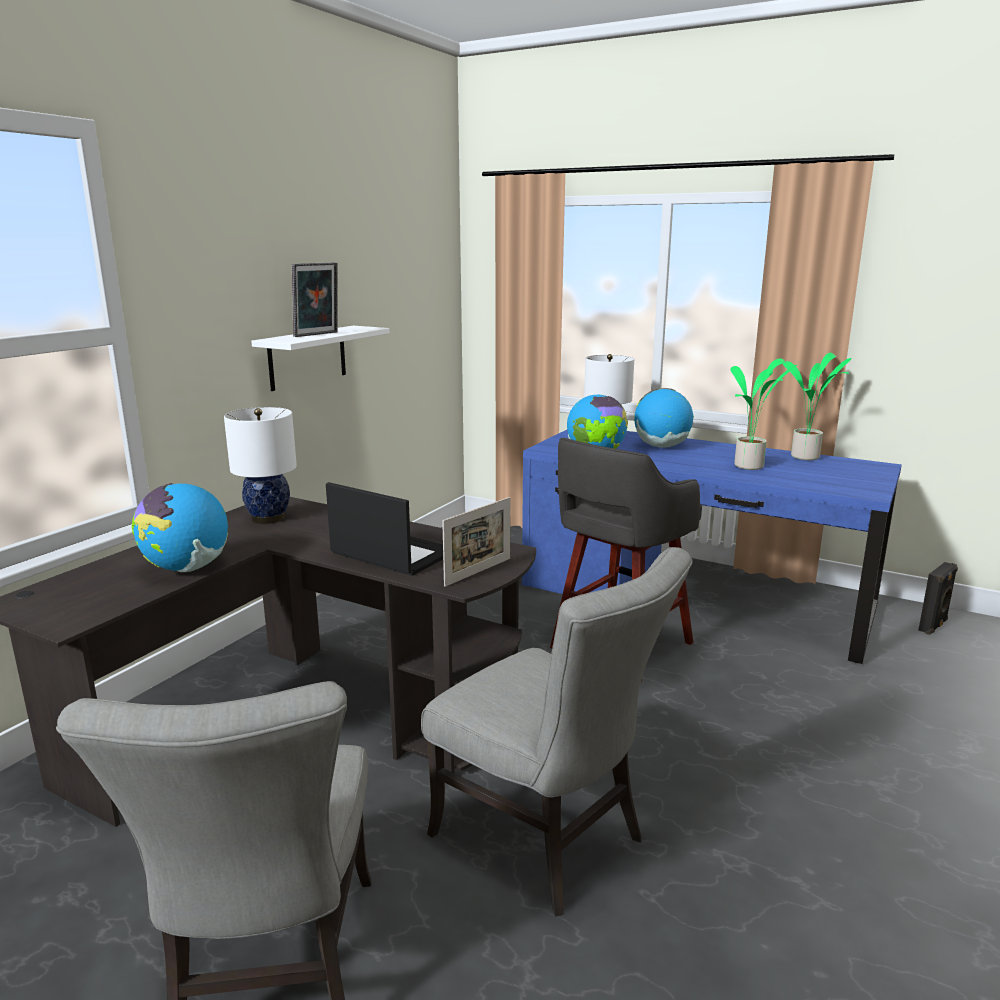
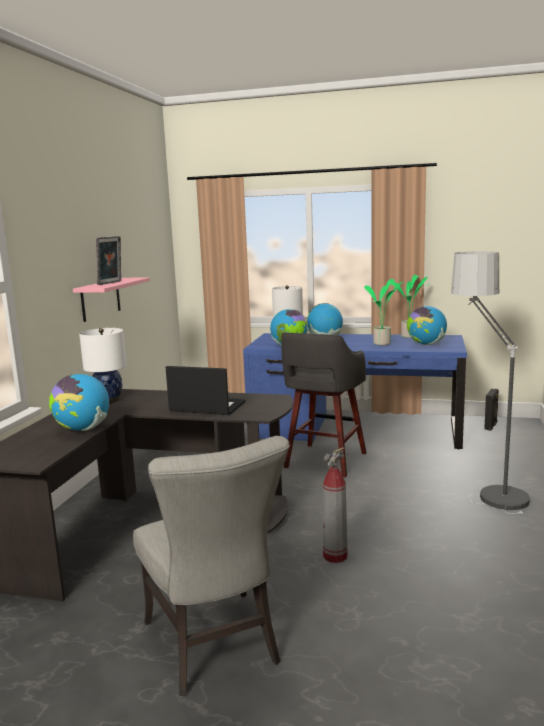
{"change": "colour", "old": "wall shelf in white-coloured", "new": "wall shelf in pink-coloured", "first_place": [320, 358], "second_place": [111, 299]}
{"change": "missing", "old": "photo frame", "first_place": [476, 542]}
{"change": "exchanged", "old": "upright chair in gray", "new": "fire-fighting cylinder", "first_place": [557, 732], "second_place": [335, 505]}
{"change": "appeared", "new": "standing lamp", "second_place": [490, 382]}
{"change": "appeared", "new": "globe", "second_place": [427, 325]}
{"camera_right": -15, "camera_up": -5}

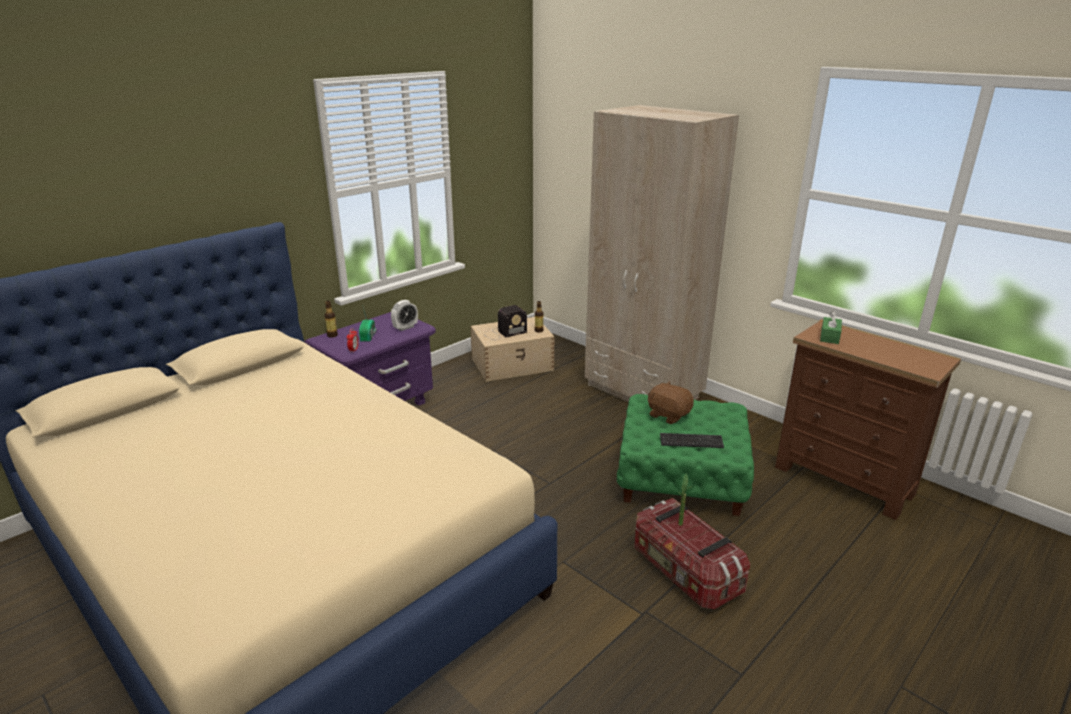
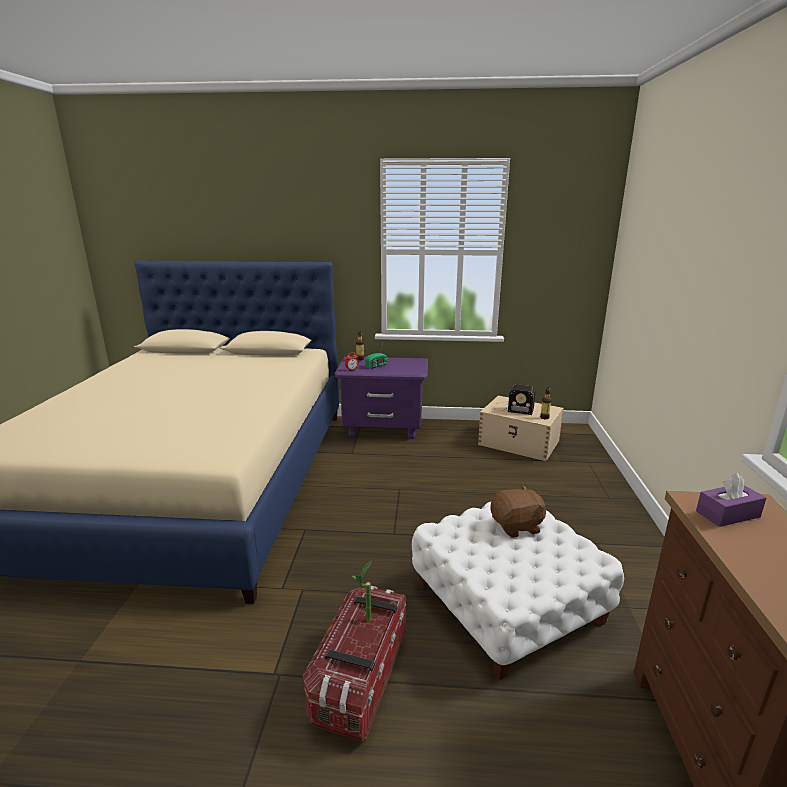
{"change": "missing", "old": "armoire in beige-coloured", "first_place": [662, 253]}
{"change": "missing", "old": "bedside clock", "first_place": [404, 315]}
{"change": "colour", "old": "box of tissues in green-coloured", "new": "box of tissues in purple-coloured", "first_place": [831, 327], "second_place": [731, 500]}
{"change": "spun", "old": "plush toy in brown", "first_place": [671, 402], "second_place": [518, 511], "degrees": 75}
{"change": "colour", "old": "footrest in green-coloured", "new": "footrest in white-coloured", "first_place": [685, 455], "second_place": [518, 591]}
{"change": "missing", "old": "PC keyboard", "first_place": [692, 440]}
{"camera_right": 50, "camera_up": -5}

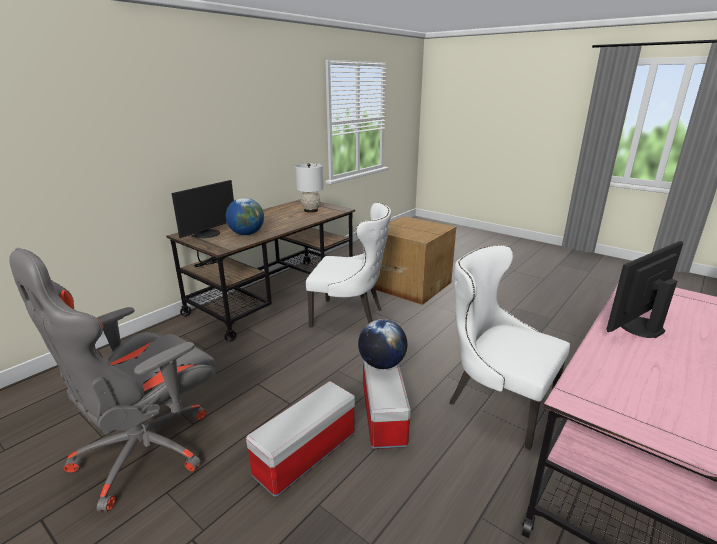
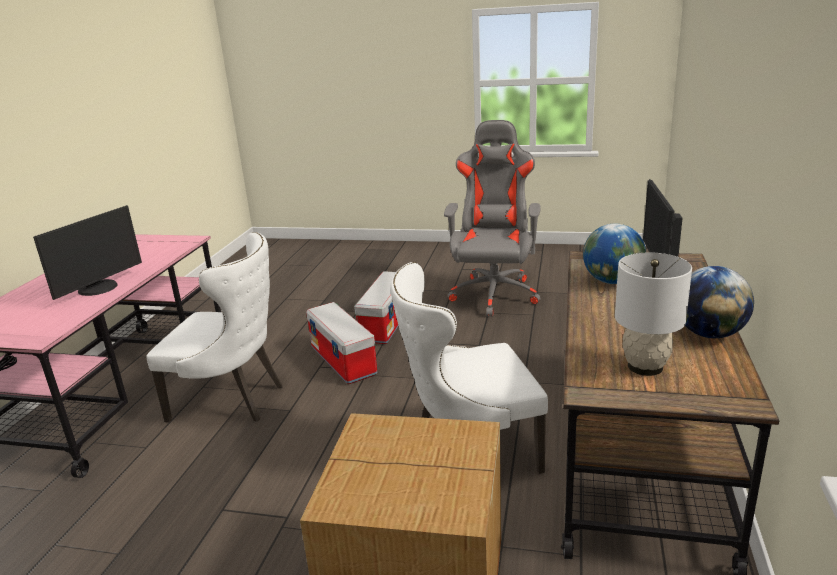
{"change": "relocated", "old": "globe", "first_place": [382, 344], "second_place": [719, 302]}
{"camera_right": 155, "camera_up": 0}

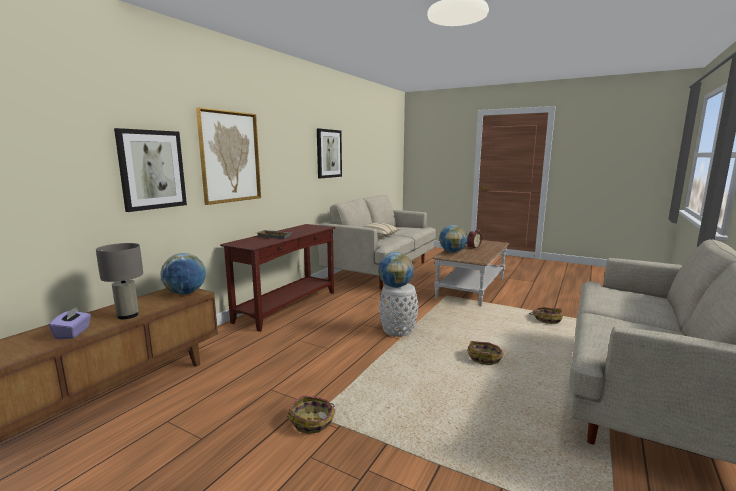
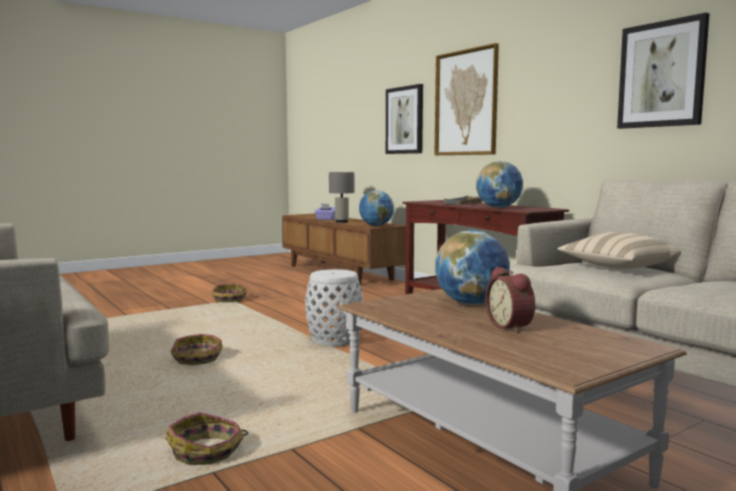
{"change": "relocated", "old": "globe", "first_place": [396, 270], "second_place": [499, 184]}
{"camera_right": 115, "camera_up": -5}

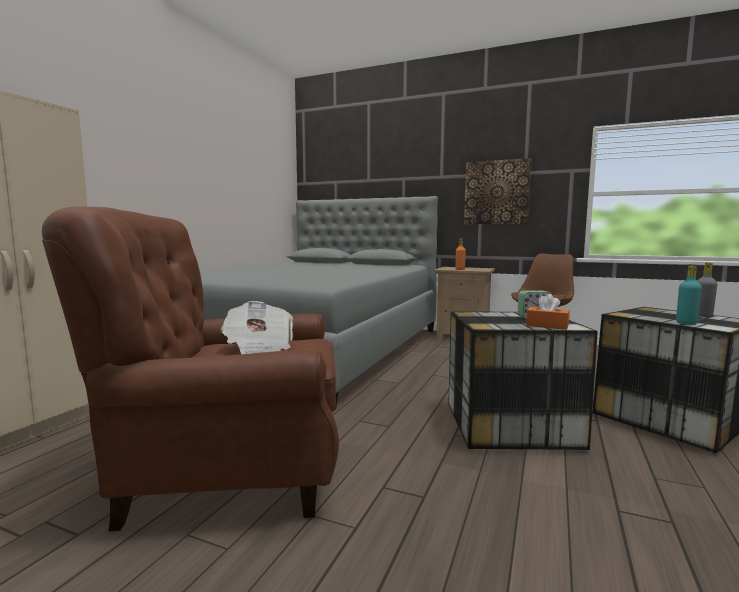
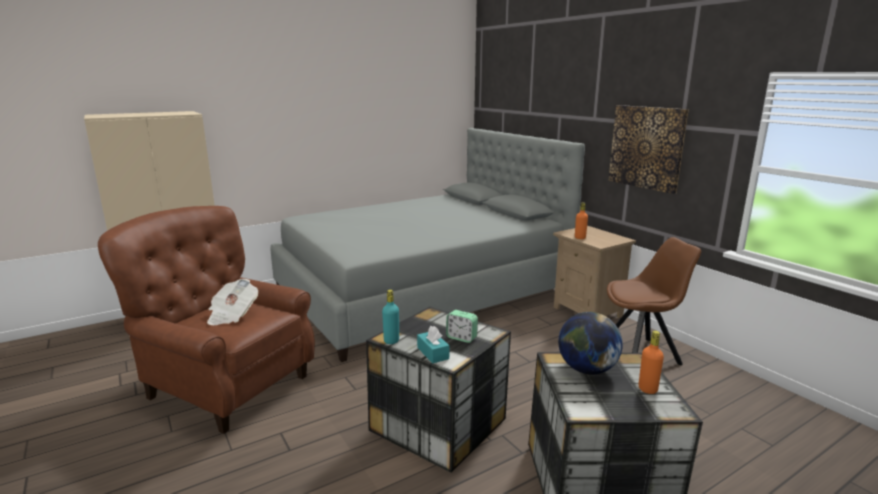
{"change": "colour", "old": "drink bottle in gray", "new": "drink bottle in orange-coloured", "first_place": [707, 290], "second_place": [651, 362]}
{"change": "relocated", "old": "drink bottle in turquoise-coloured", "first_place": [689, 294], "second_place": [390, 317]}
{"change": "colour", "old": "box of tissues in orange-coloured", "new": "box of tissues in turquoise-coloured", "first_place": [547, 312], "second_place": [433, 344]}
{"change": "appeared", "new": "globe", "second_place": [590, 343]}
{"camera_right": 35, "camera_up": 10}

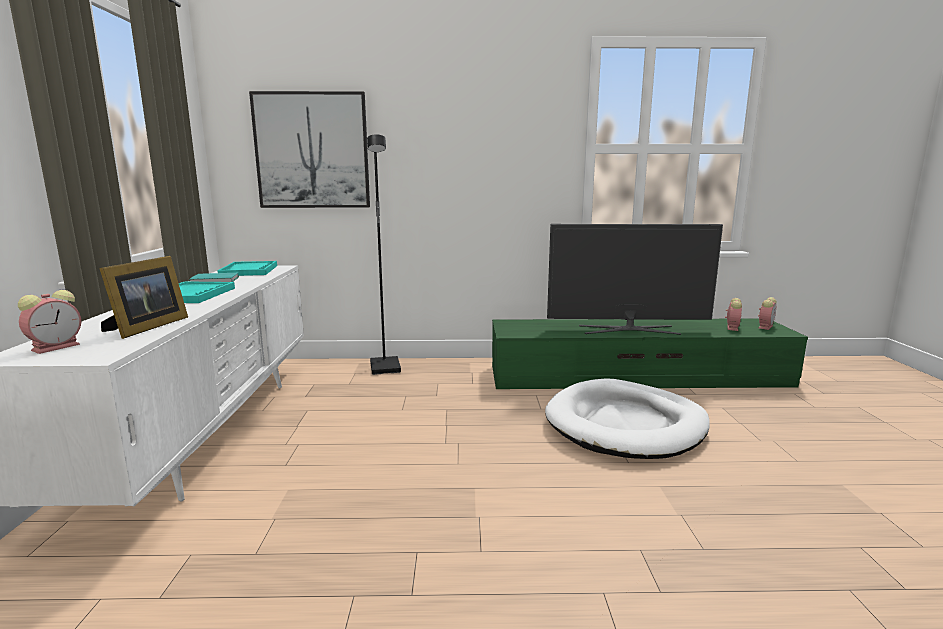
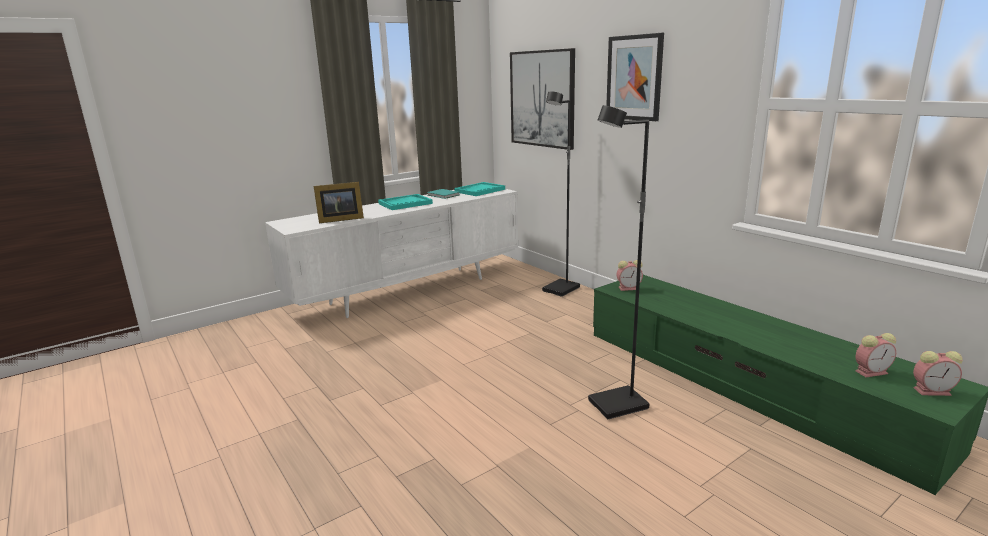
{"change": "missing", "old": "TV", "first_place": [635, 279]}
{"change": "relocated", "old": "bedside clock", "first_place": [49, 322], "second_place": [630, 275]}
{"change": "exchanged", "old": "pet bed in white-coloured", "new": "standing lamp in black", "first_place": [627, 418], "second_place": [619, 262]}
{"change": "appeared", "new": "wall art", "second_place": [635, 77]}
{"camera_right": 55, "camera_up": 5}

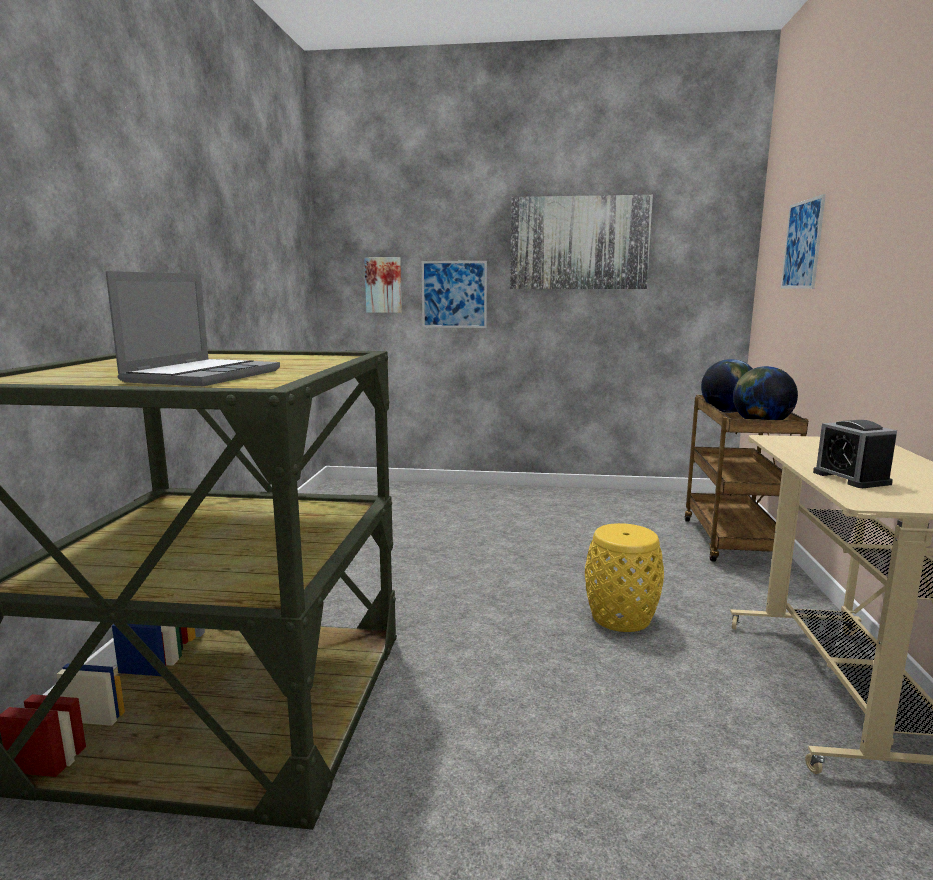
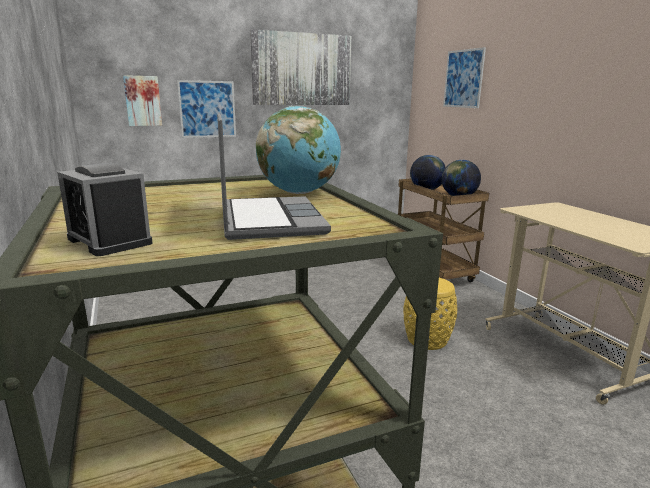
{"change": "relocated", "old": "bedside clock", "first_place": [855, 454], "second_place": [104, 209]}
{"change": "appeared", "new": "globe", "second_place": [298, 150]}
{"camera_right": -30, "camera_up": 5}

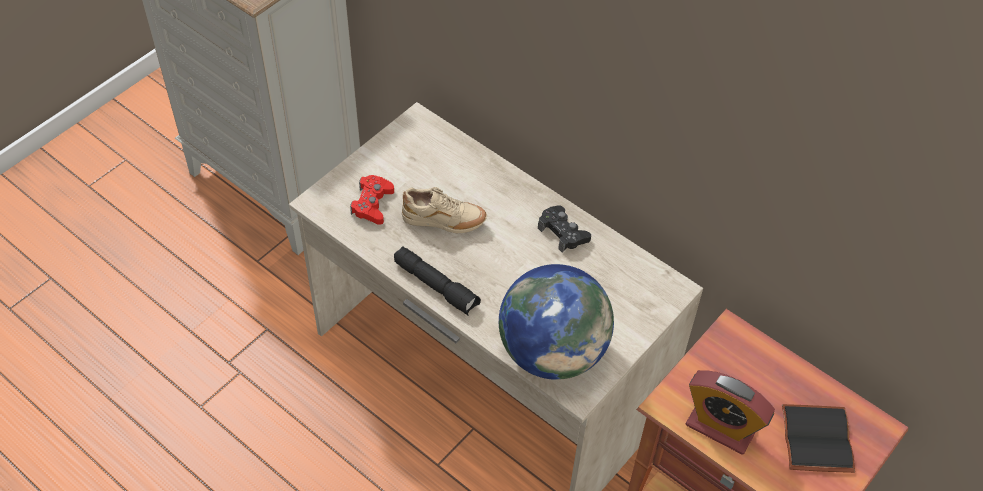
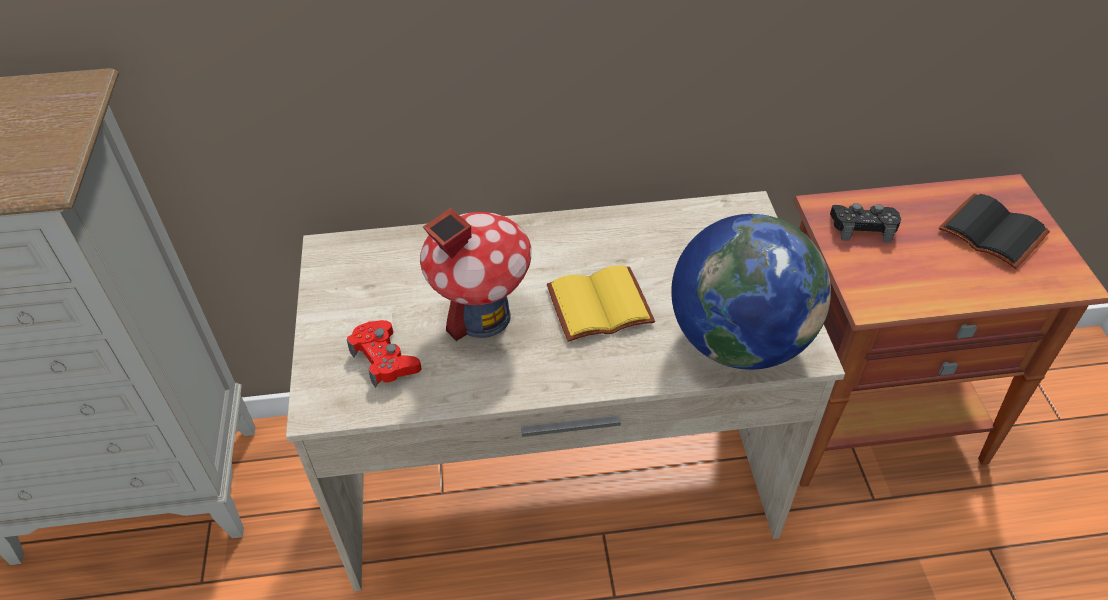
{"change": "exchanged", "old": "item of footwear in beige-coloured", "new": "miniature house", "first_place": [444, 210], "second_place": [475, 274]}
{"change": "relocated", "old": "game controller in black", "first_place": [564, 229], "second_place": [865, 222]}
{"change": "missing", "old": "flashlight in black", "first_place": [437, 280]}
{"change": "missing", "old": "bedside clock", "first_place": [730, 412]}
{"change": "appeared", "new": "volume in yellowish", "second_place": [601, 303]}
{"camera_right": -45, "camera_up": -5}

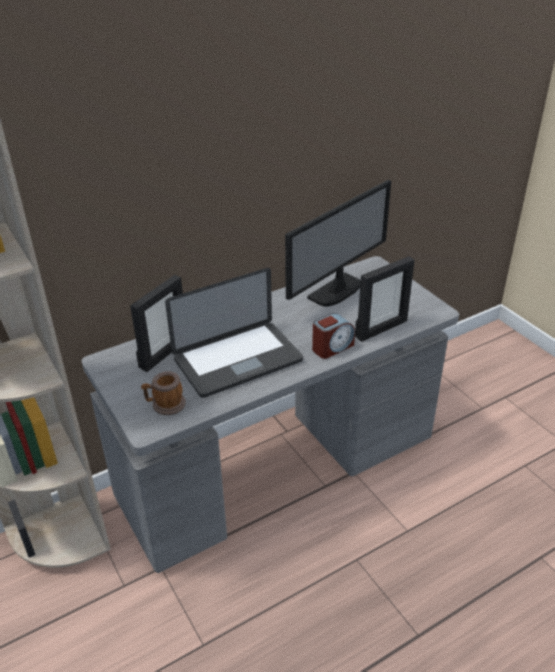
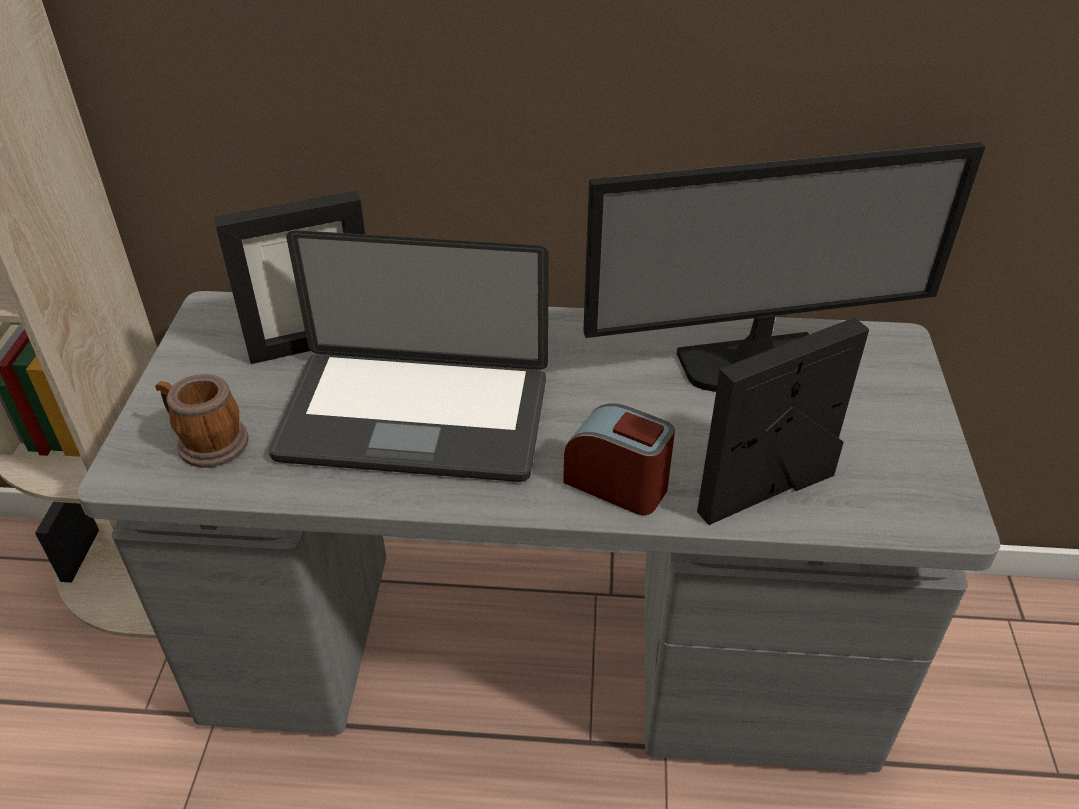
{"change": "spun", "old": "photo frame", "first_place": [385, 299], "second_place": [783, 421], "degrees": 150}
{"change": "spun", "old": "bedside clock", "first_place": [333, 336], "second_place": [619, 459], "degrees": -150}
{"camera_right": 35, "camera_up": 5}

